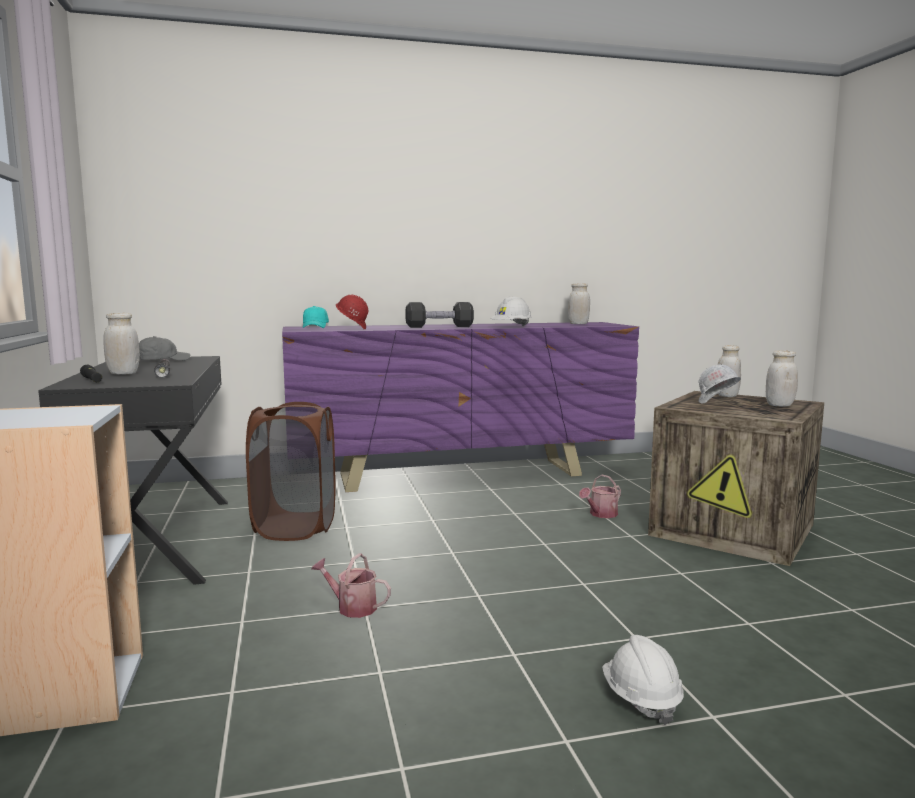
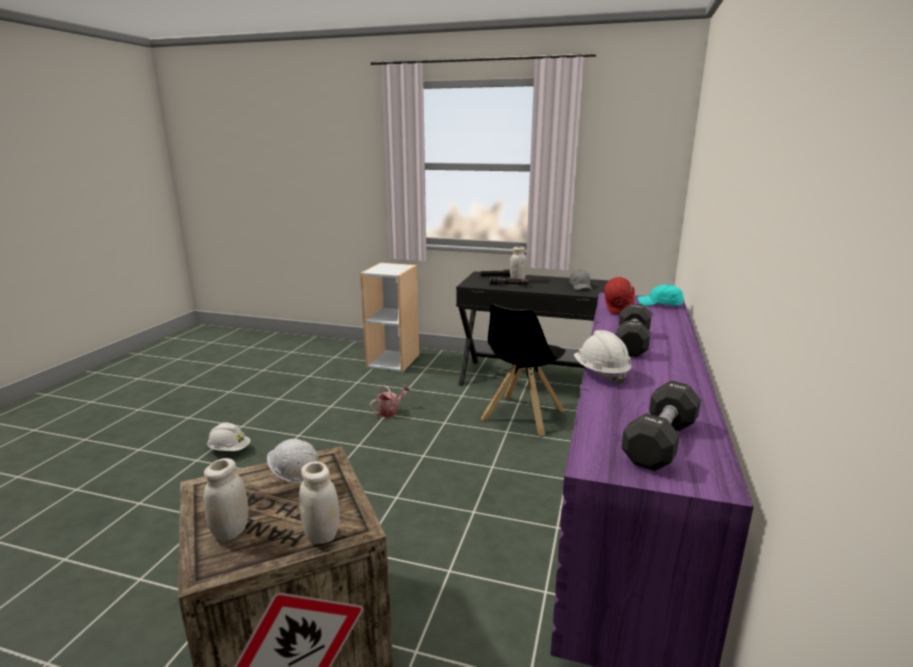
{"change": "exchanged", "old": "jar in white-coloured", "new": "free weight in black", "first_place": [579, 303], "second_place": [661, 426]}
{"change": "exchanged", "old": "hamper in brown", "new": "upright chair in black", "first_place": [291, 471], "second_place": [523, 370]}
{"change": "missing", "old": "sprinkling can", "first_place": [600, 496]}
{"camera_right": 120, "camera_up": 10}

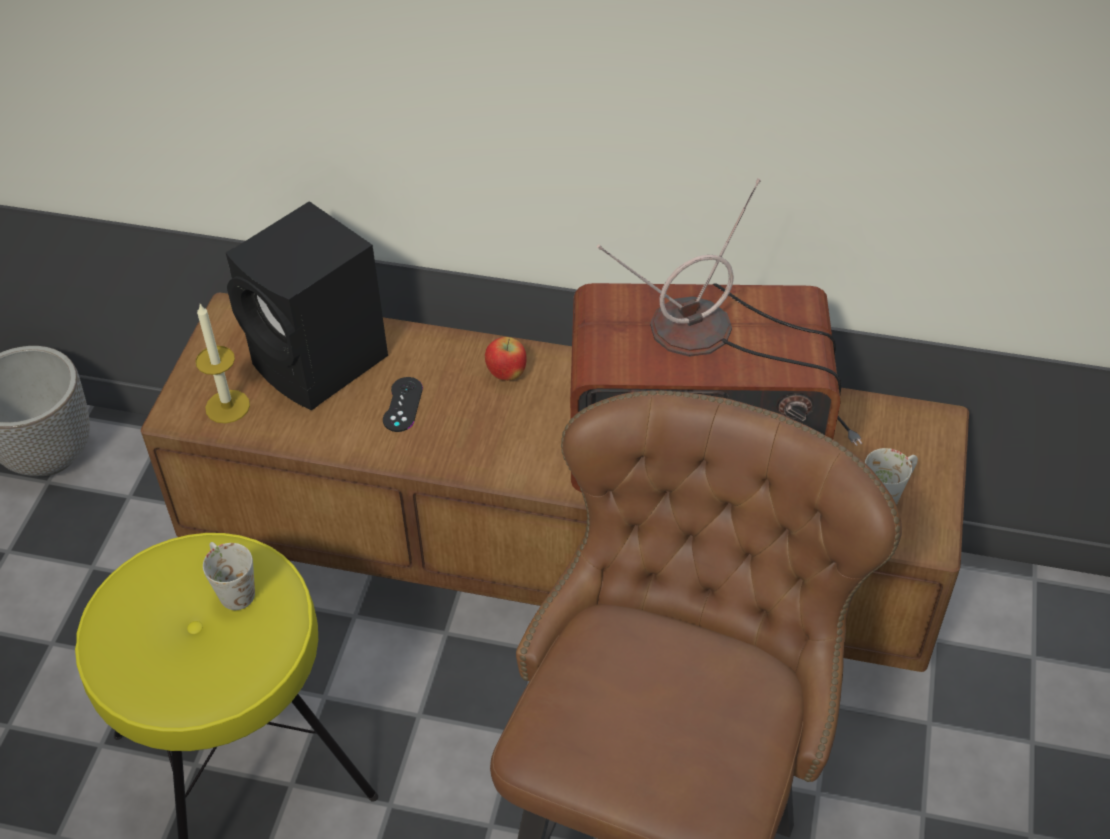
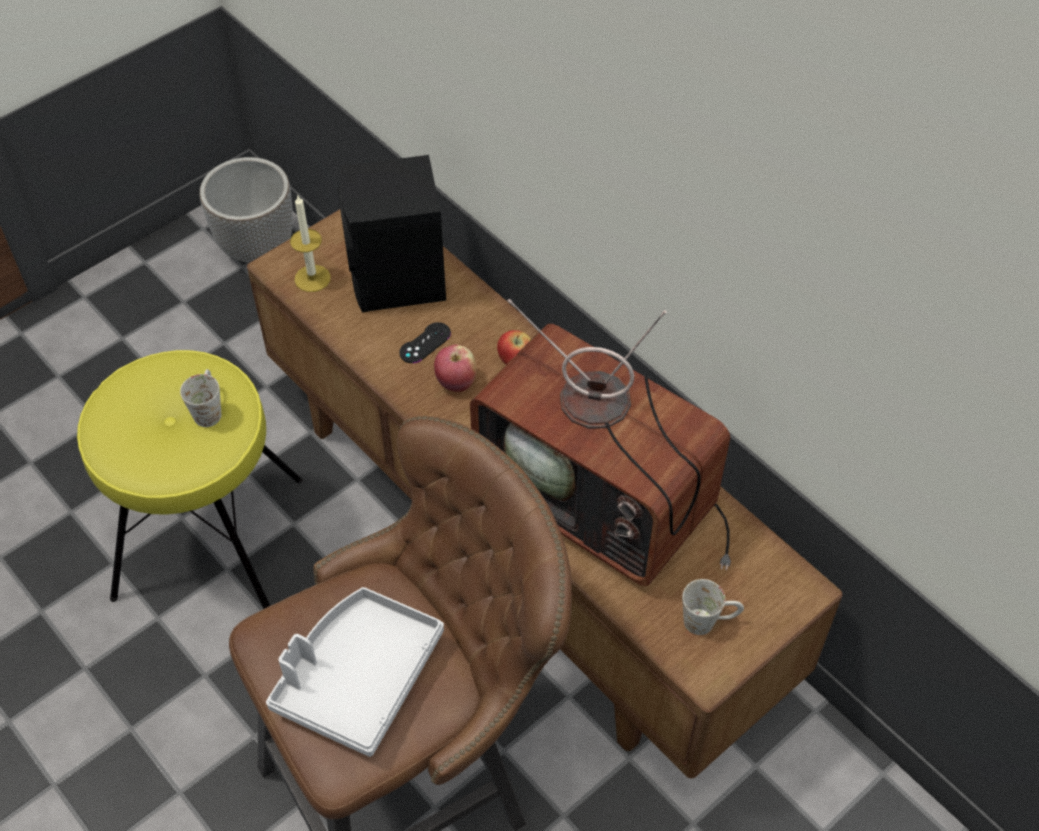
{"change": "appeared", "new": "whole apple", "second_place": [455, 368]}
{"change": "appeared", "new": "carrying tray in gray", "second_place": [355, 672]}
{"camera_right": 35, "camera_up": 5}

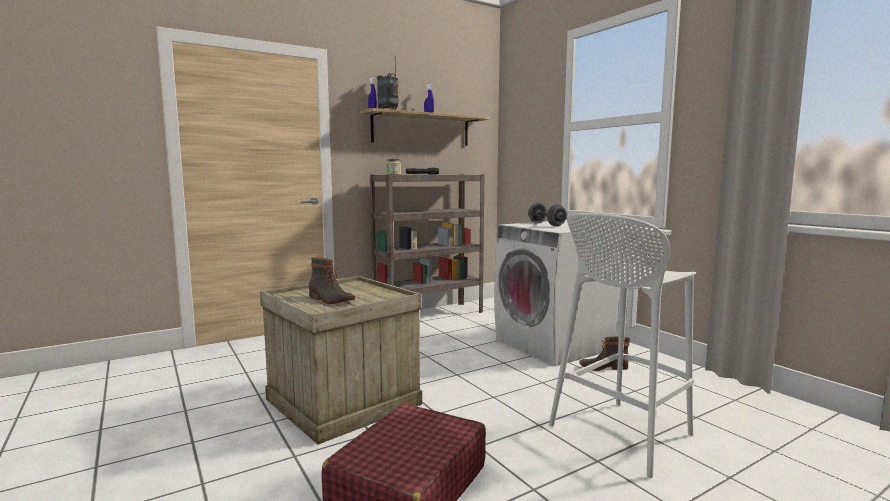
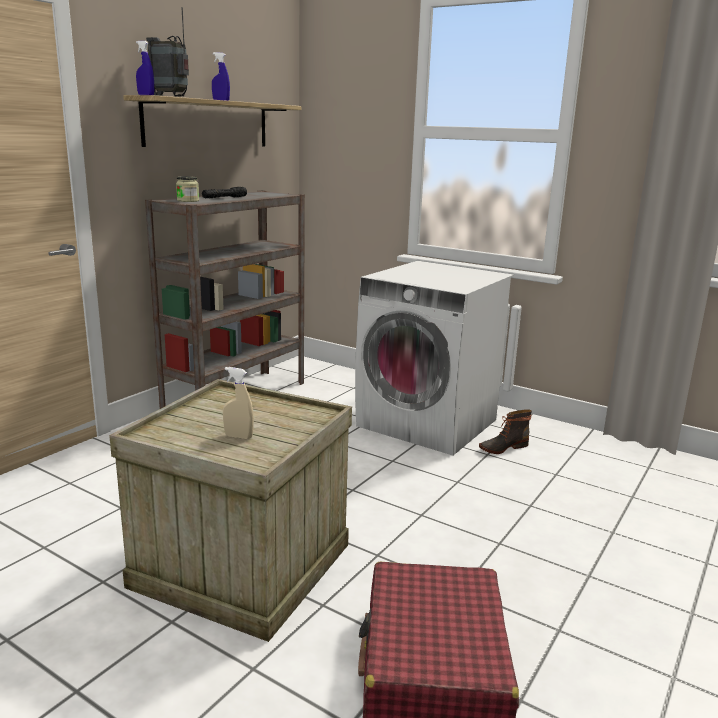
{"change": "missing", "old": "free weight in gray", "first_place": [547, 214]}
{"change": "missing", "old": "stool seat in white-coloured", "first_place": [622, 345]}
{"change": "exchanged", "old": "boot", "new": "spray bottle in beige-coloured", "first_place": [332, 281], "second_place": [238, 403]}
{"camera_right": -25, "camera_up": 10}

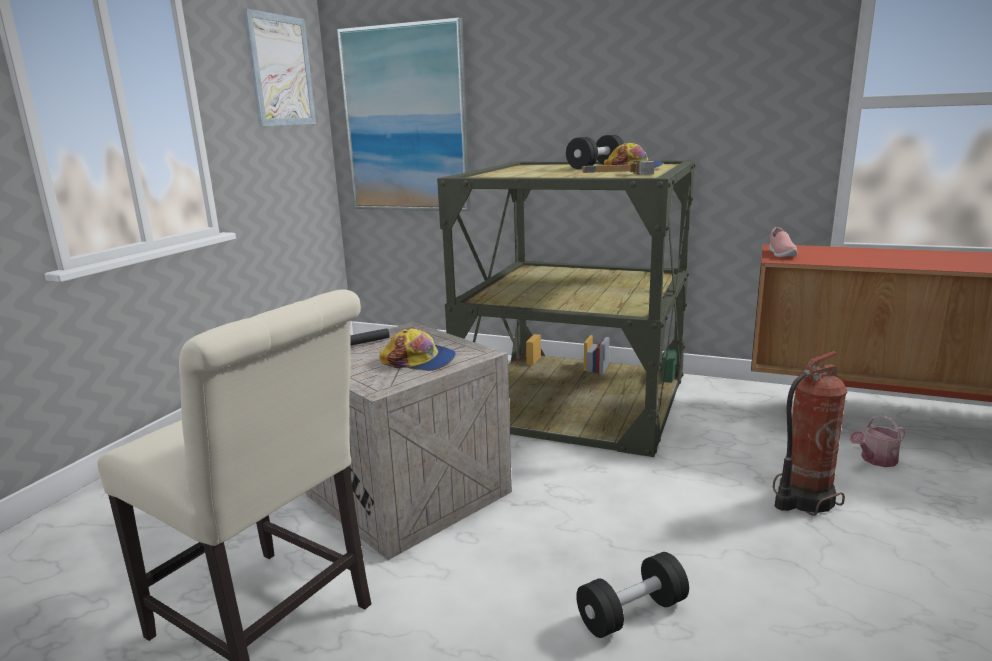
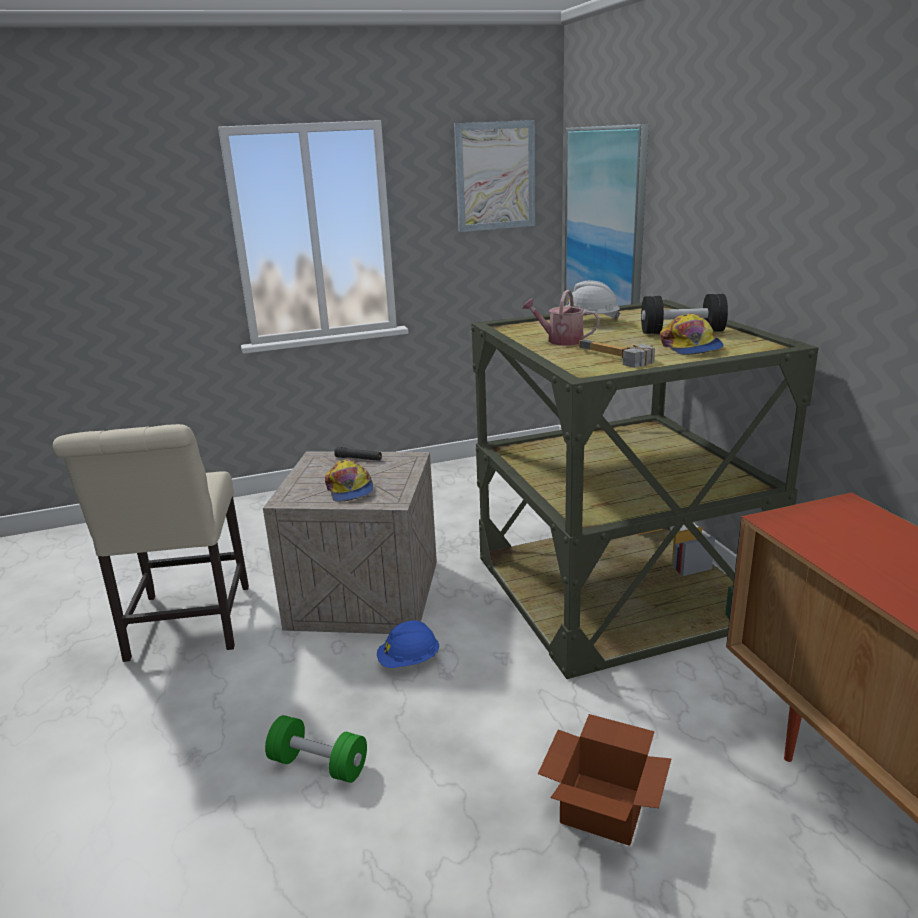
{"change": "missing", "old": "item of footwear in pink-coloured", "first_place": [783, 242]}
{"change": "exchanged", "old": "fire-fighting cylinder", "new": "cardboard box", "first_place": [810, 433], "second_place": [604, 780]}
{"change": "relocated", "old": "sprinkling can", "first_place": [877, 441], "second_place": [561, 318]}
{"change": "colour", "old": "free weight in black", "new": "free weight in green-coloured", "first_place": [632, 595], "second_place": [316, 749]}
{"change": "appeared", "new": "hard hat in white-coloured", "second_place": [593, 300]}
{"change": "appeared", "new": "hard hat in blue", "second_place": [408, 644]}
{"camera_right": 50, "camera_up": 5}

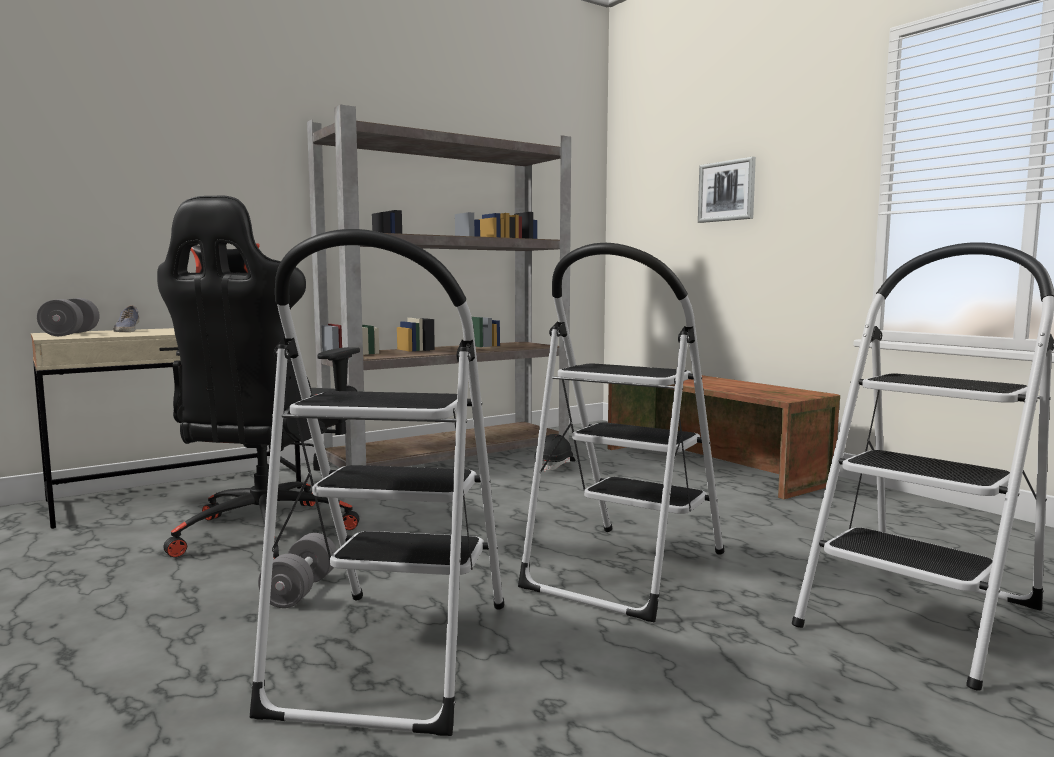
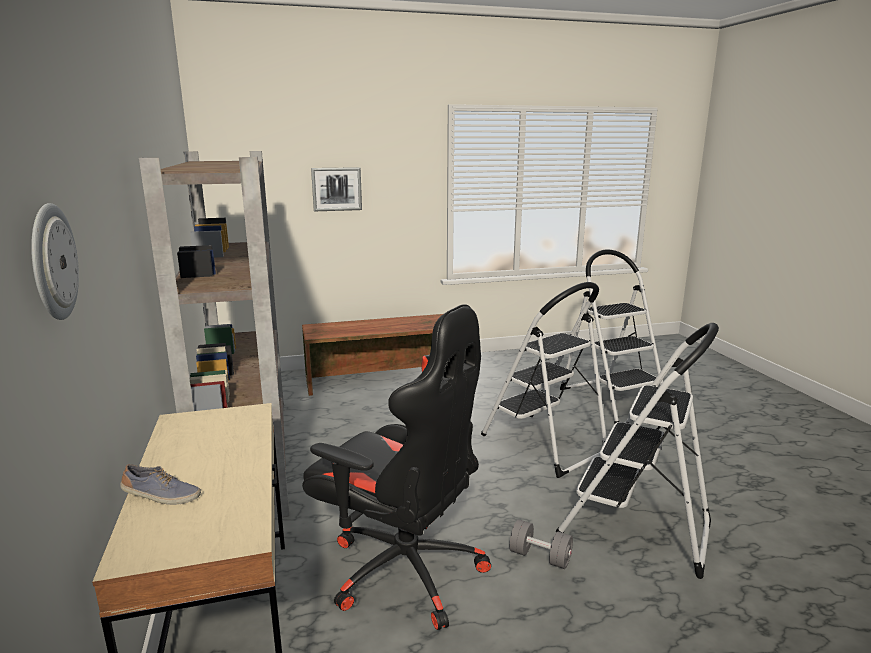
{"change": "missing", "old": "free weight in gray", "first_place": [68, 317]}
{"change": "missing", "old": "hard hat in black", "first_place": [555, 453]}
{"change": "appeared", "new": "wall clock", "second_place": [55, 261]}
{"camera_right": -70, "camera_up": 10}

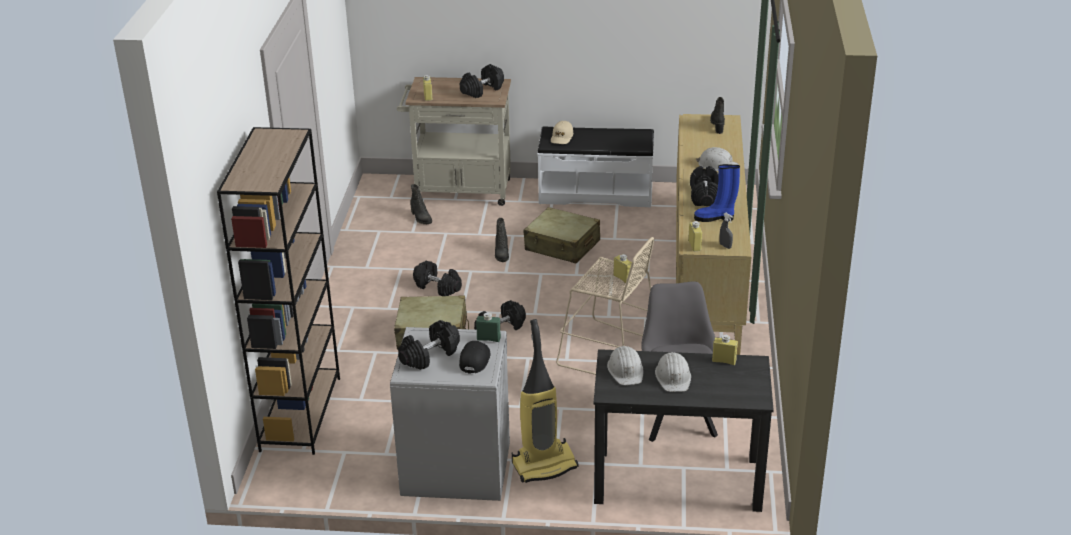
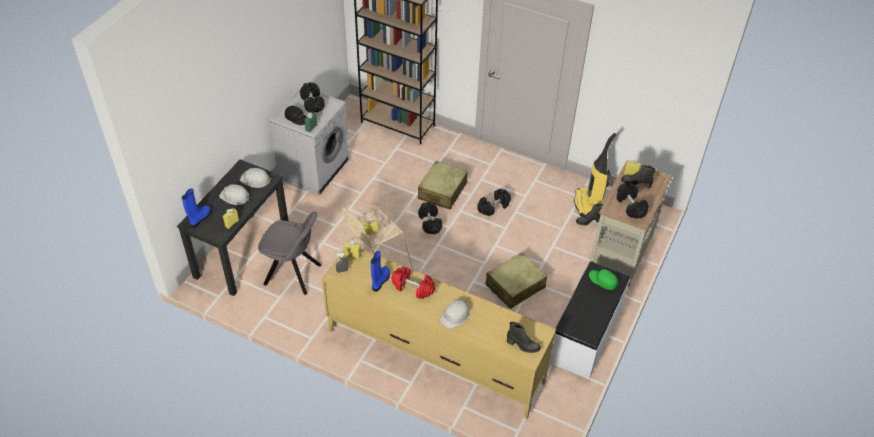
{"change": "colour", "old": "peaked cap in beige-coloured", "new": "peaked cap in green-coloured", "first_place": [562, 132], "second_place": [603, 279]}
{"change": "colour", "old": "free weight in black", "new": "free weight in reddish", "first_place": [704, 186], "second_place": [413, 283]}
{"change": "relocated", "old": "boot in black", "first_place": [502, 240], "second_place": [638, 176]}
{"change": "relocated", "old": "vacuum cleaner", "first_place": [545, 401], "second_place": [595, 174]}
{"change": "appeared", "new": "boot in blue", "second_place": [196, 208]}
{"camera_right": 110, "camera_up": 15}

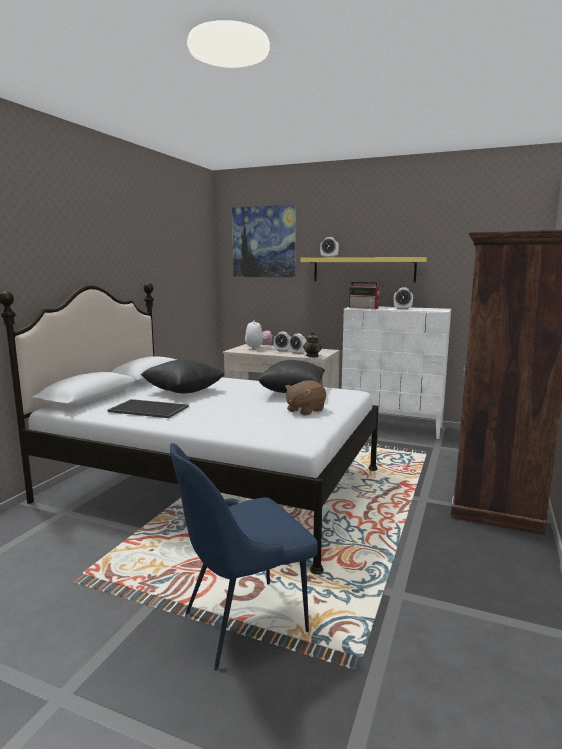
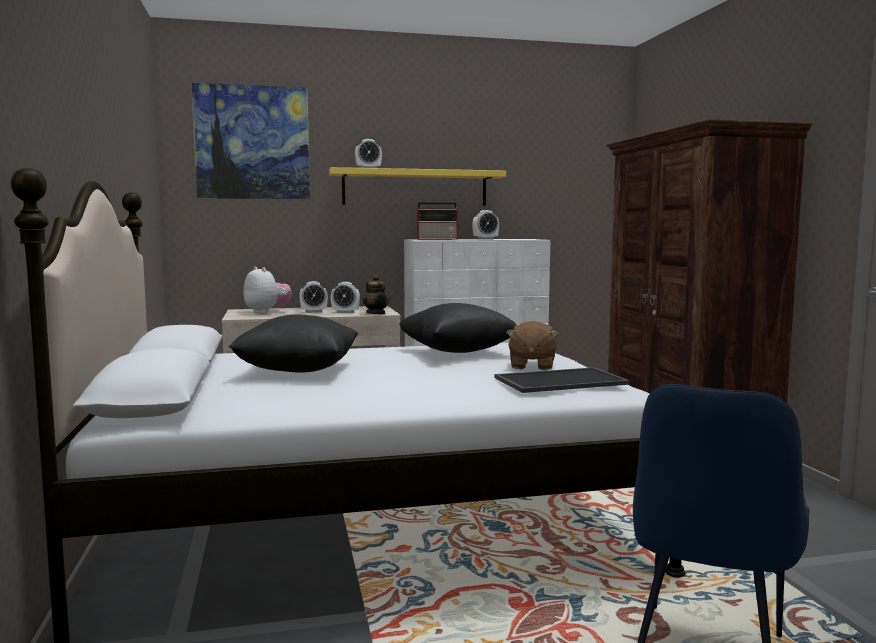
{"change": "relocated", "old": "carrying tray", "first_place": [148, 408], "second_place": [562, 380]}
{"camera_right": -35, "camera_up": -5}

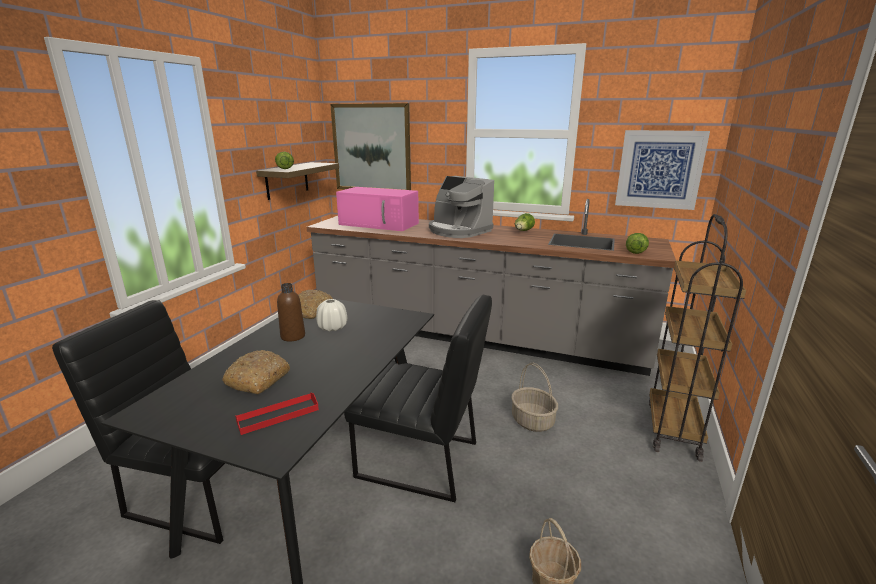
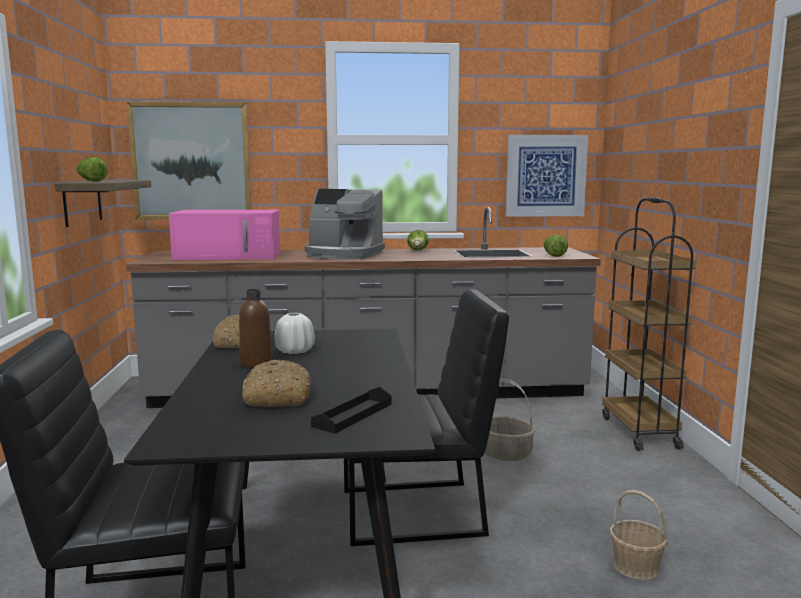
{"change": "colour", "old": "carrying tray in reddish", "new": "carrying tray in black", "first_place": [277, 414], "second_place": [351, 410]}
{"camera_right": -25, "camera_up": -10}

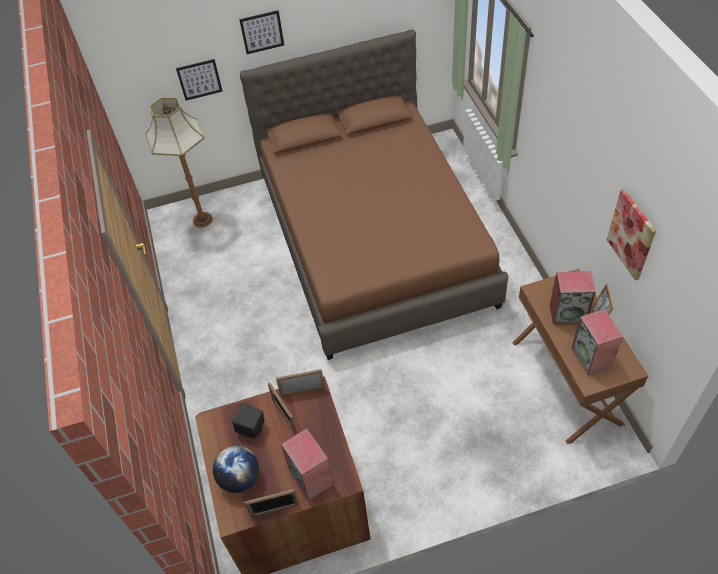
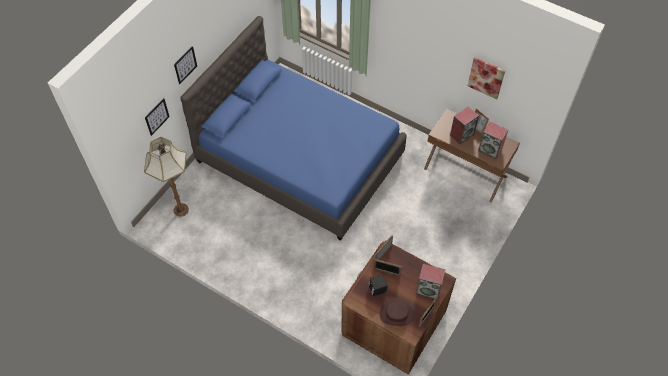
{"change": "colour", "old": "bedroom bed in brown", "new": "bedroom bed in blue", "first_place": [374, 195], "second_place": [293, 128]}
{"change": "exchanged", "old": "globe", "new": "wearable hat in brown", "first_place": [236, 469], "second_place": [397, 314]}
{"camera_right": -45, "camera_up": 5}

